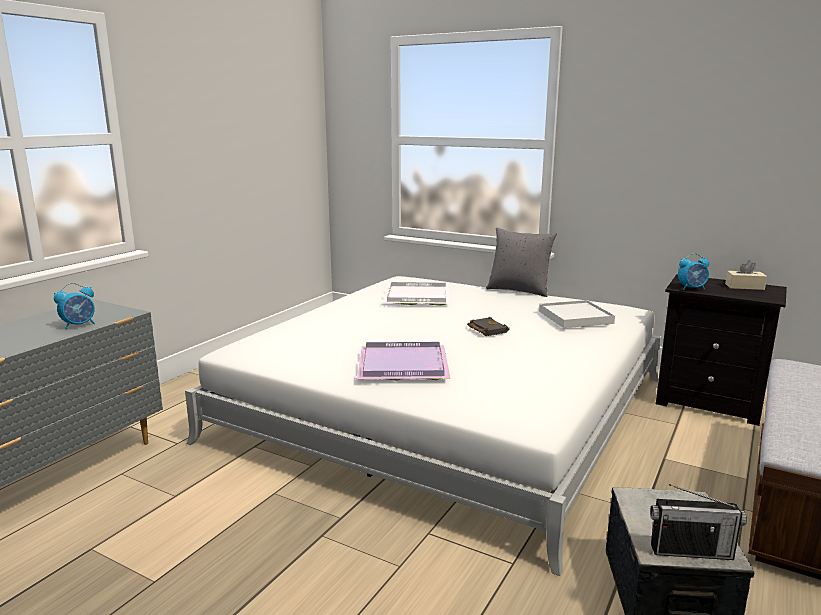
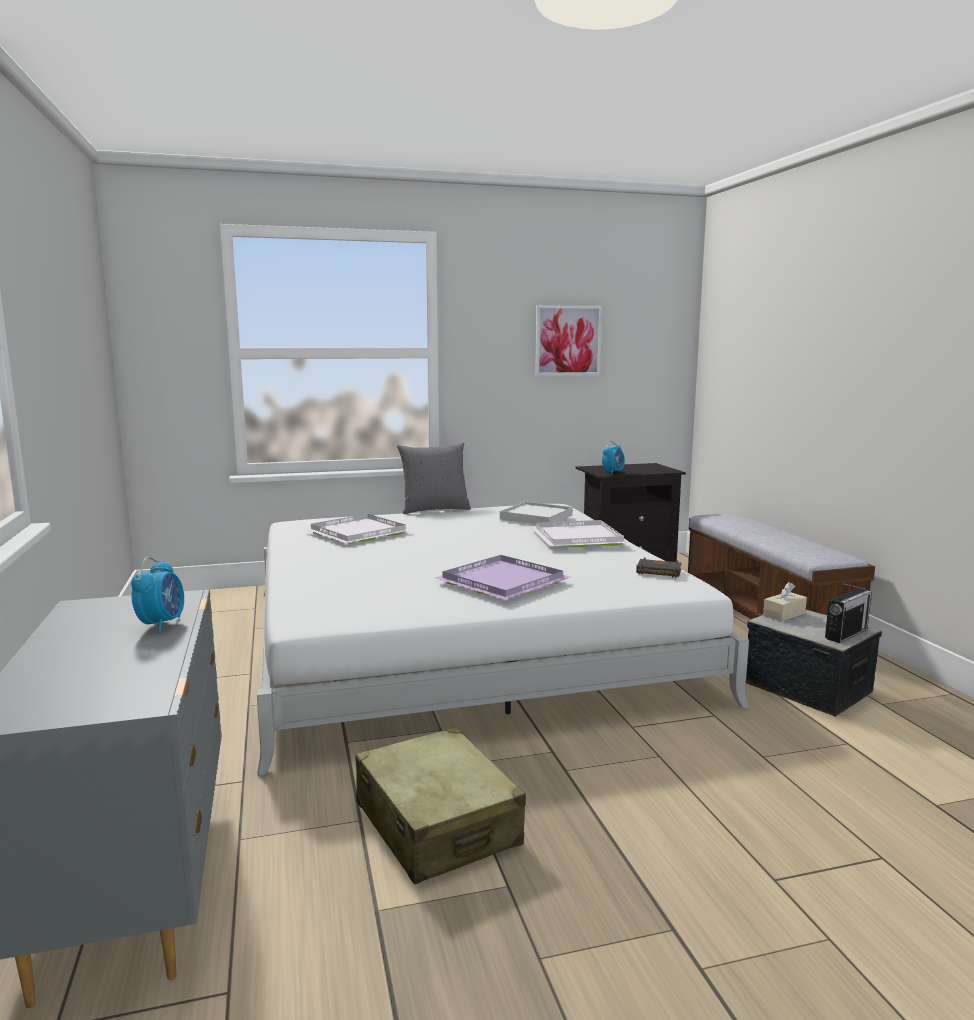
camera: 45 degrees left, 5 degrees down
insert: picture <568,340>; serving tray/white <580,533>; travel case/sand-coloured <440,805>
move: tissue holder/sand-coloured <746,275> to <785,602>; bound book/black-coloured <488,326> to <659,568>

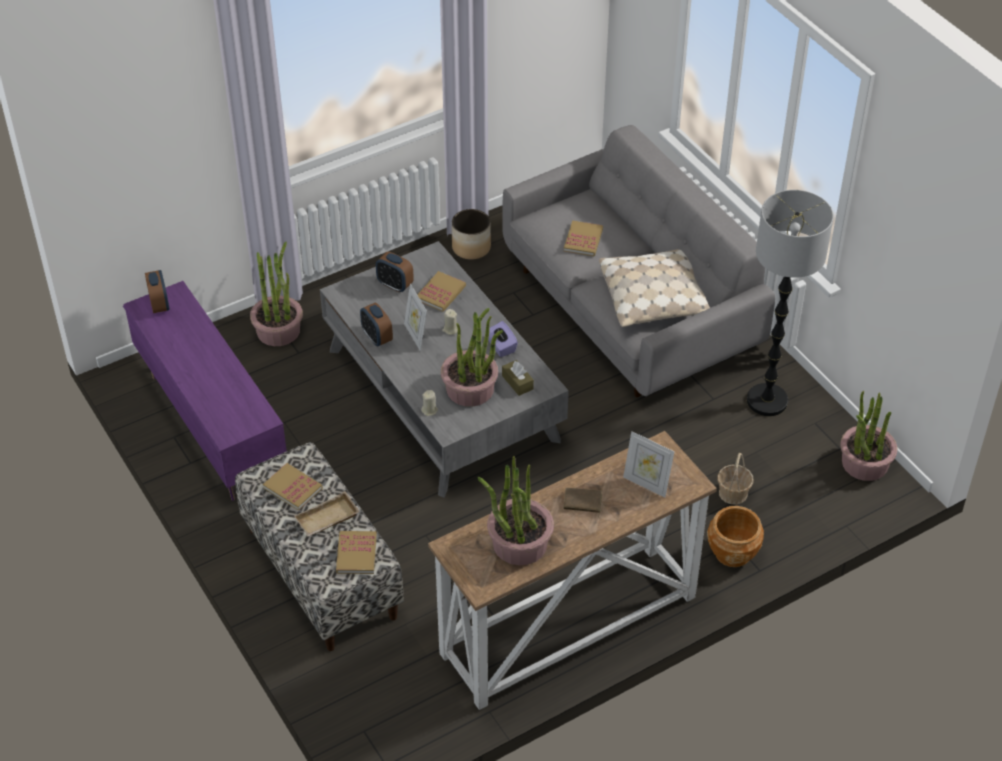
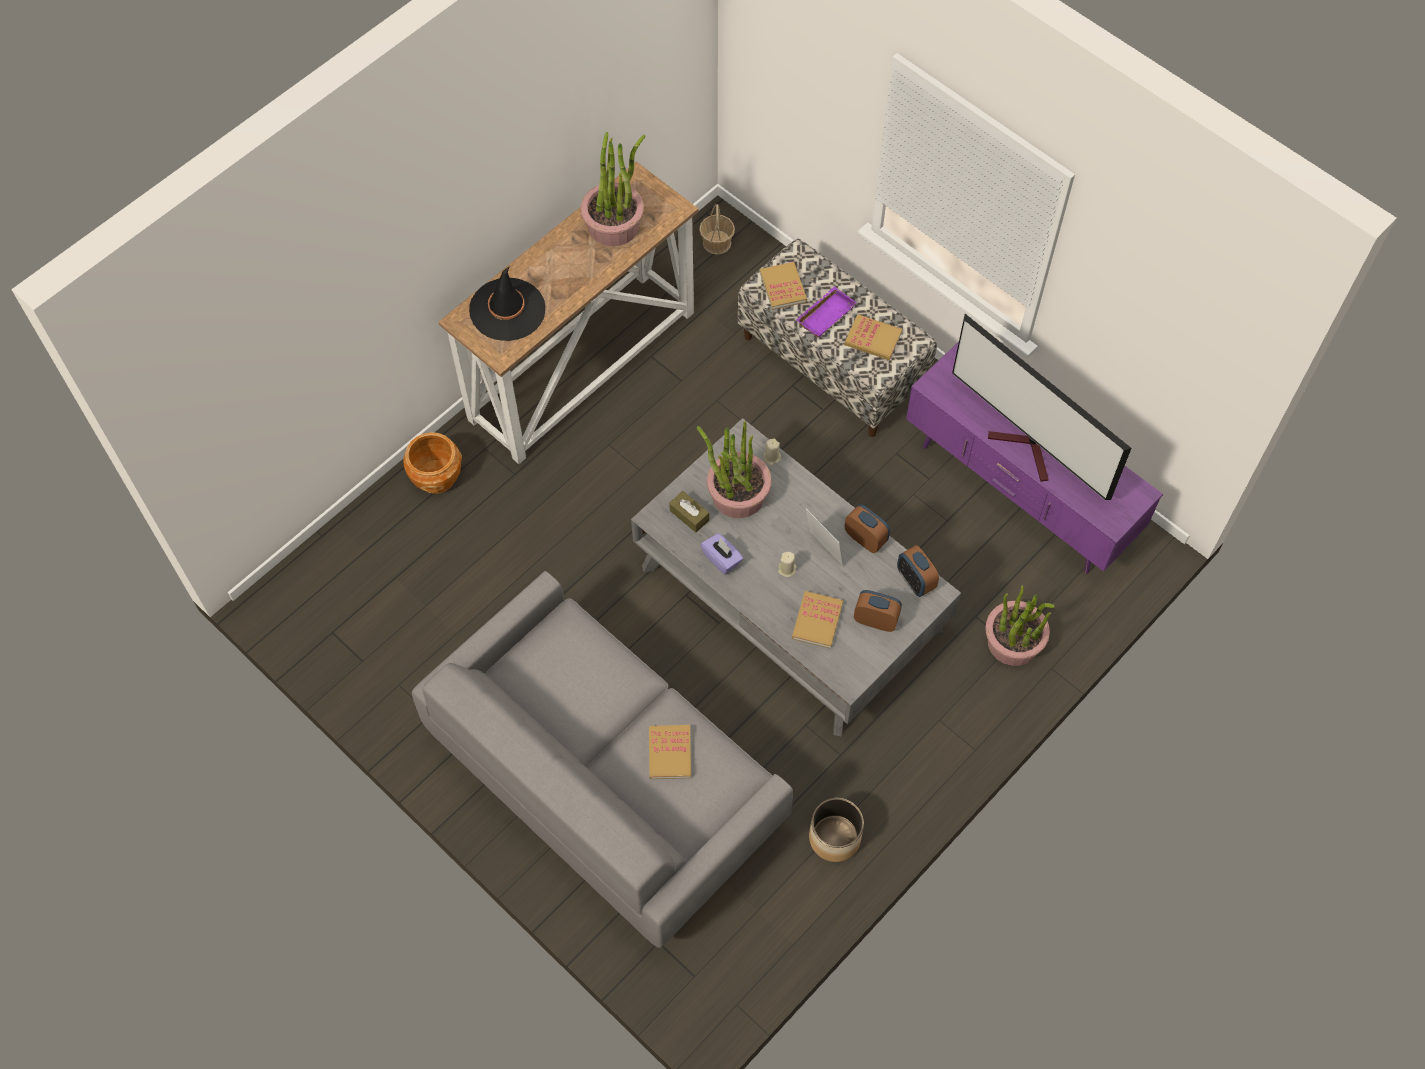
camera: 165 degrees right, 15 degrees up
delete: floor lamp <790,303>; throw pillow/sand-coloured <654,288>; plant in a pot <868,436>; bound book/brown-coloured <583,502>
insert: television <1041,407>
move: bedside clock <157,291> to <918,571>; storage basket <735,479> to <717,229>
replace: picture frame <648,464> to clothing hat/black-coloured <507,303>
recolor: serving tray/sand-coloured <327,514> to serving tray/purple <826,312>

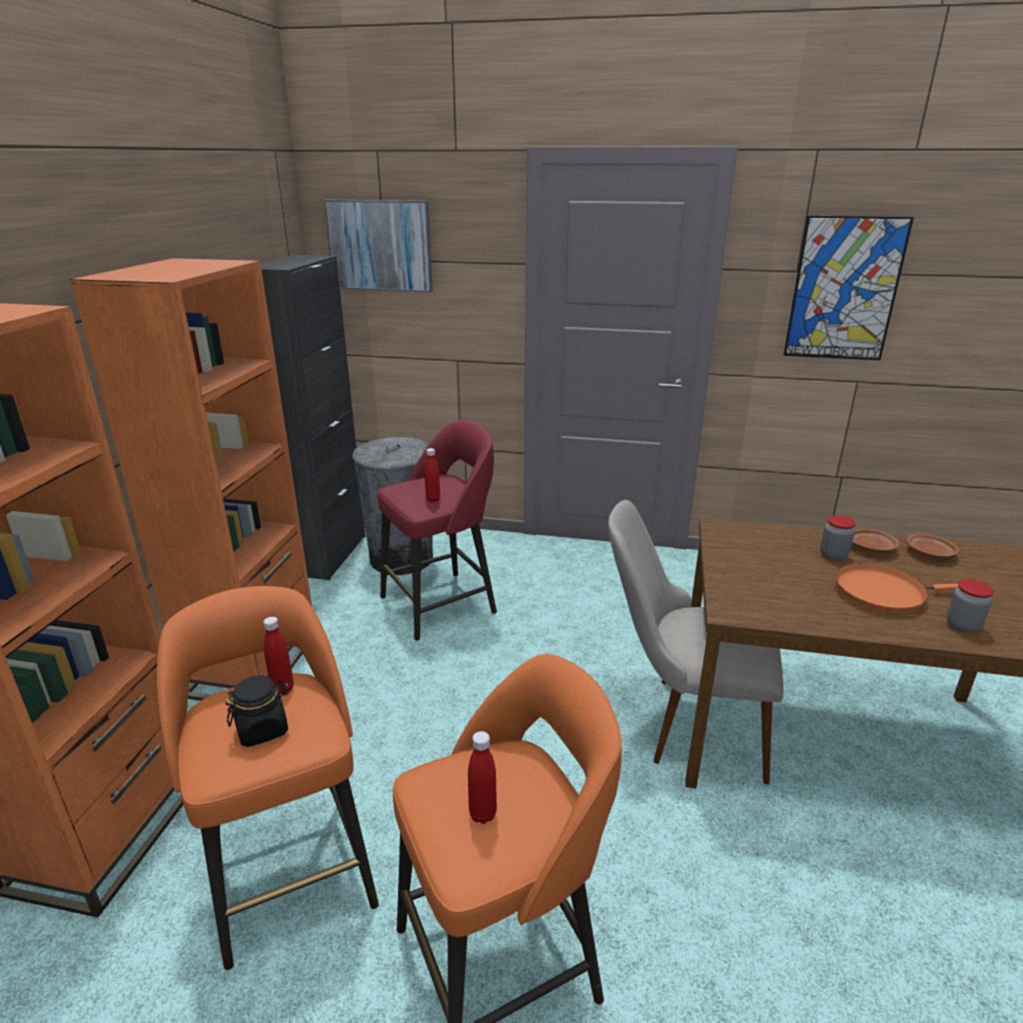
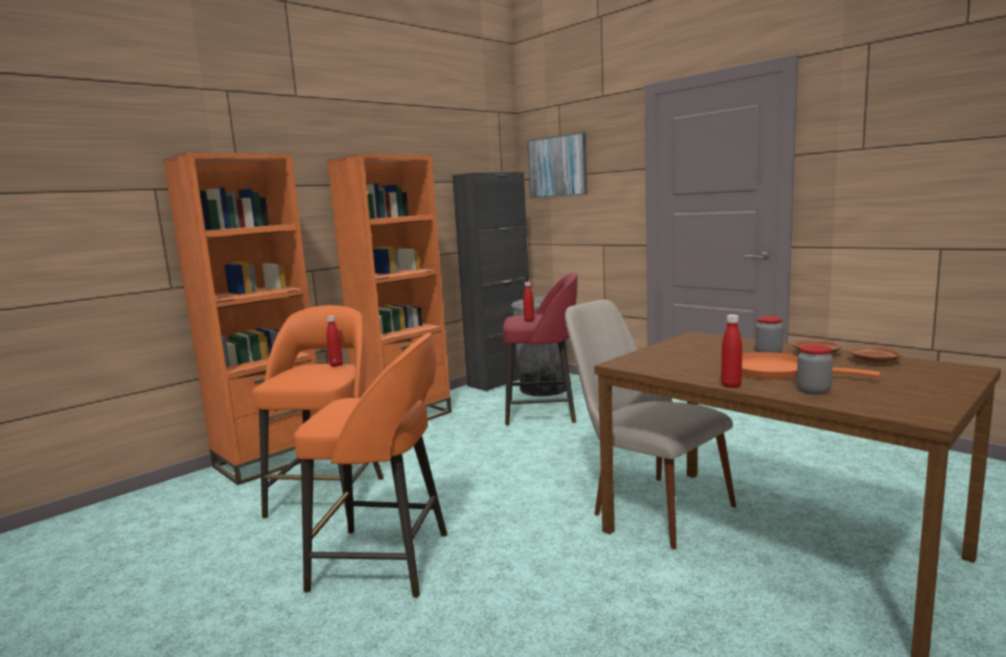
camera: 35 degrees right, 15 degrees down
delete: picture <849,288>; storage jar/black-coloured <257,711>
move: beverage bottle/reddish <482,777> to <731,351>

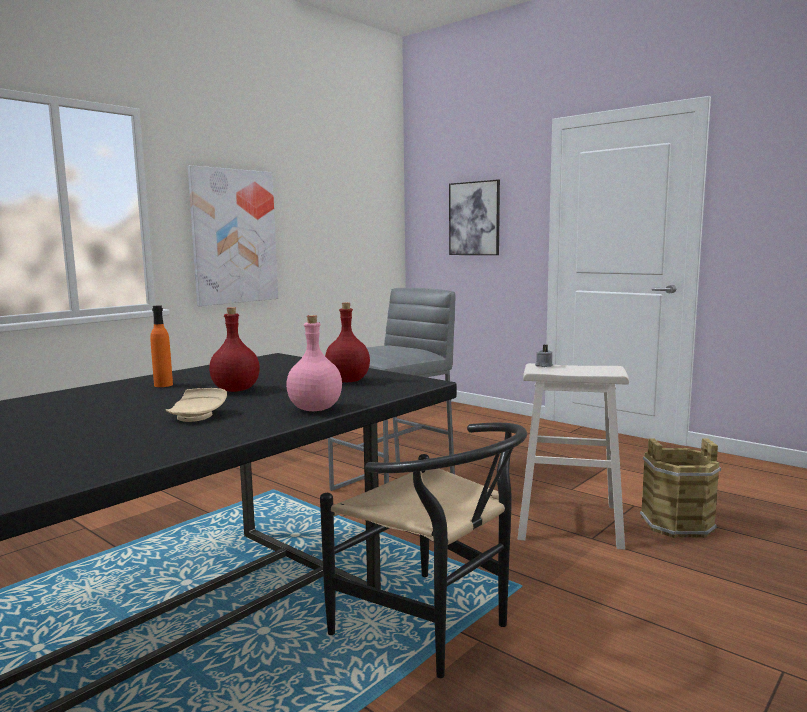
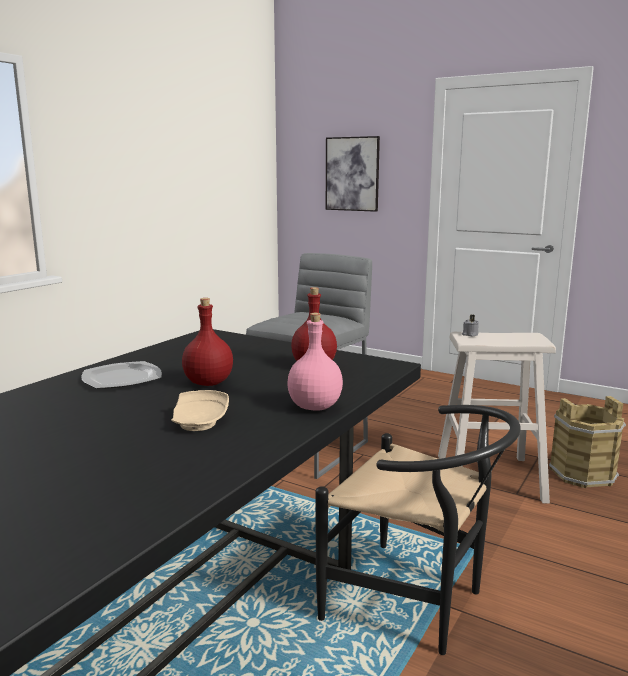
camera: 10 degrees left, 5 degrees up
delete: picture <233,235>
replace: beverage bottle/orange-coloured <161,346> to dinner plate <121,375>

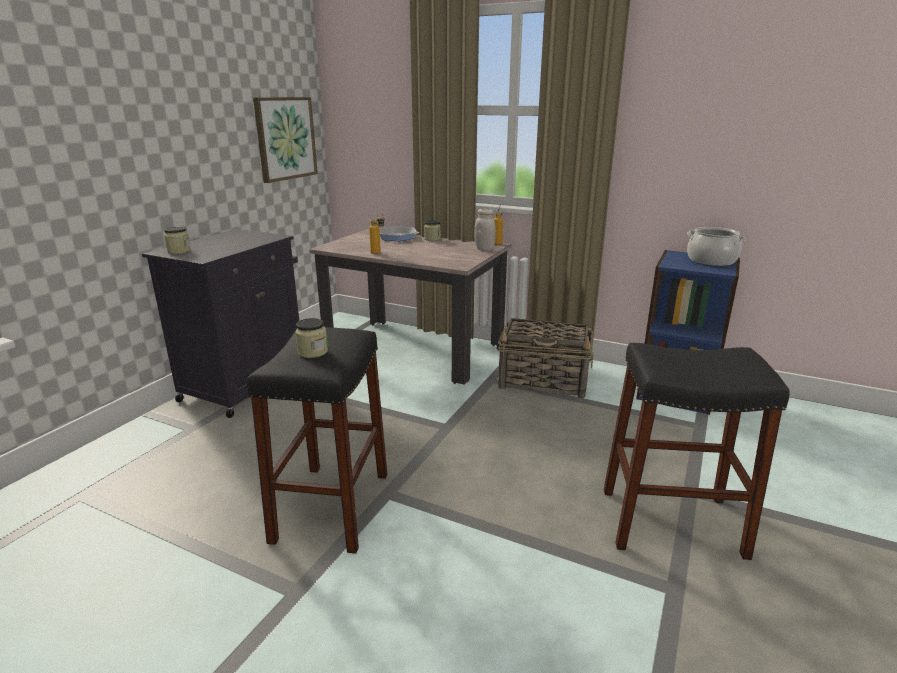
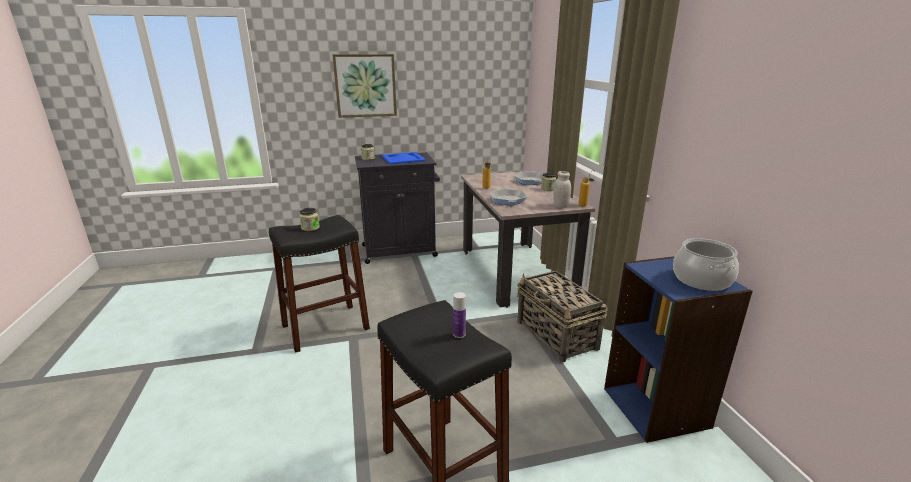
camera: 50 degrees right, 0 degrees up
insert: serving tray/bluish <404,158>; frying pan <508,196>; beverage bottle <459,315>
move: picture <285,140> to <364,86>

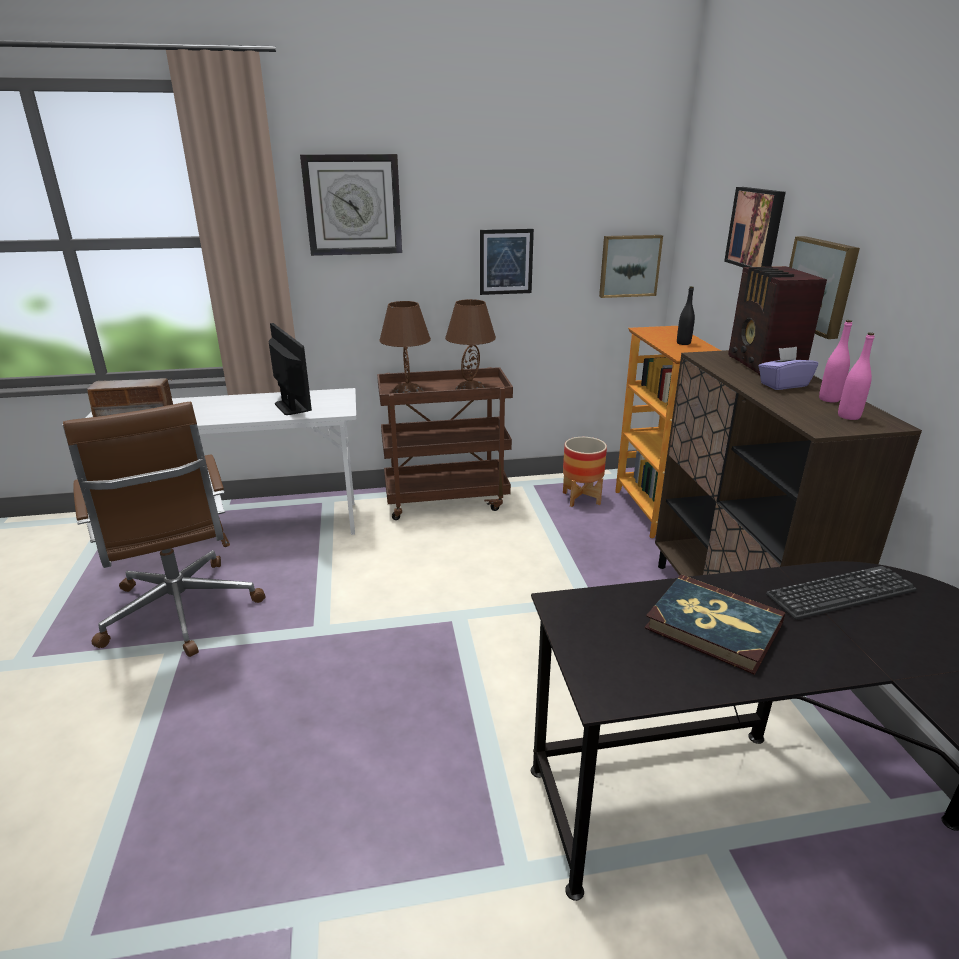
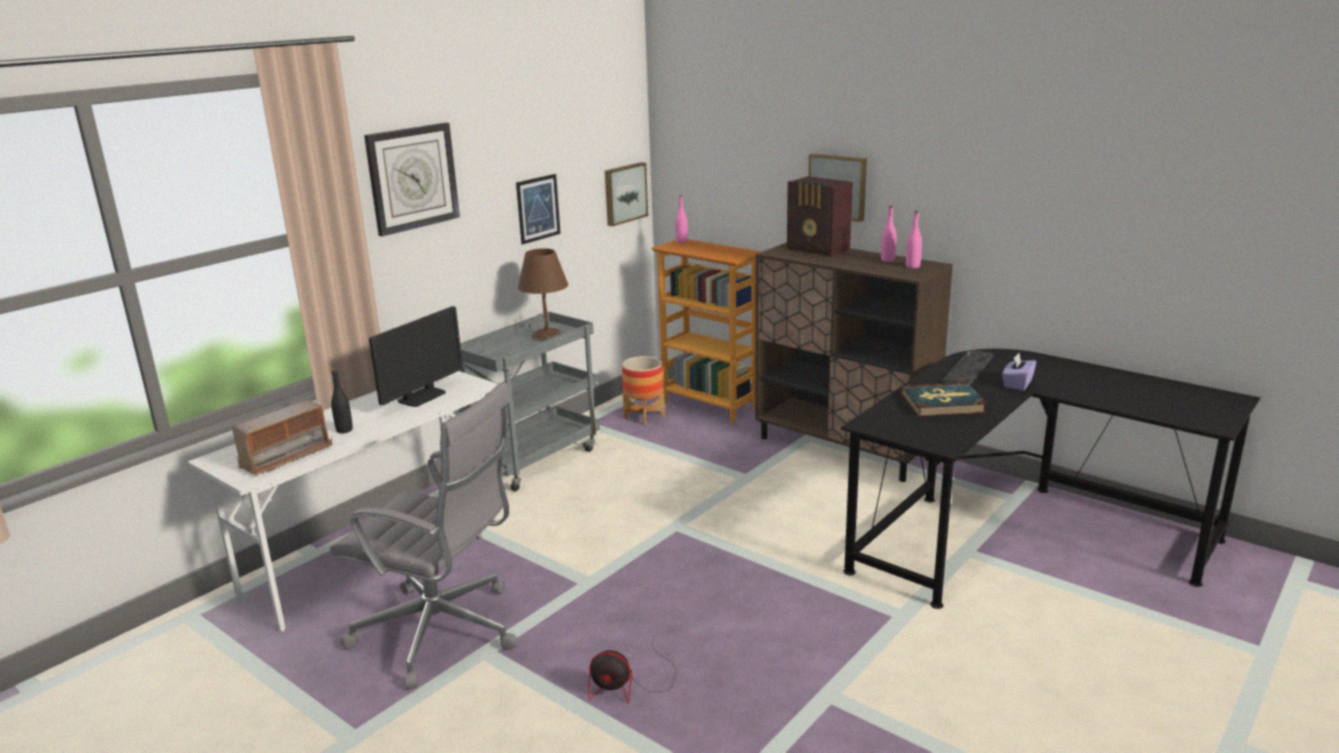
camera: 40 degrees left, 5 degrees down
delete: picture <755,227>; lamp for a table/brown-coloured <405,347>
insert: beverage bottle/pinkish <681,219>; fan <632,670>
move: beverage bottle/black-coloured <686,315> to <342,401>; tissue holder/purple <788,368> to <1019,372>
recolor: trolley/brown-coloured <445,443> to trolley/gray <529,401>; desk chair/brown-coloured <163,529> to desk chair/gray <423,535>
rotate: monitor <290,369> = <416,356> 105 degrees clockwise

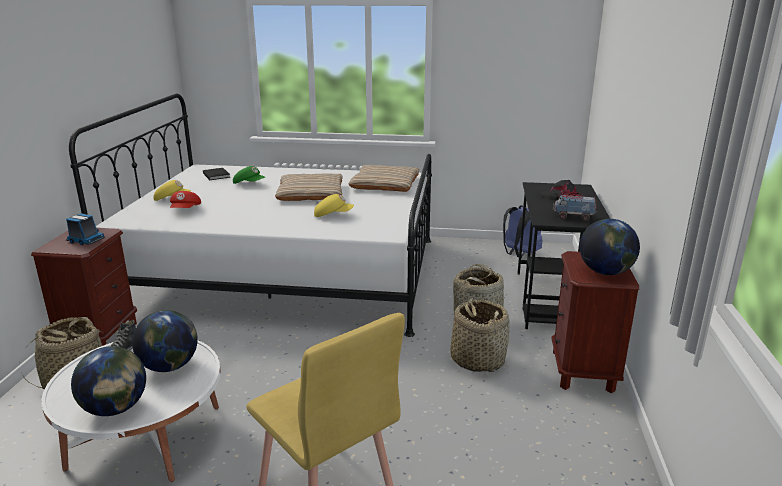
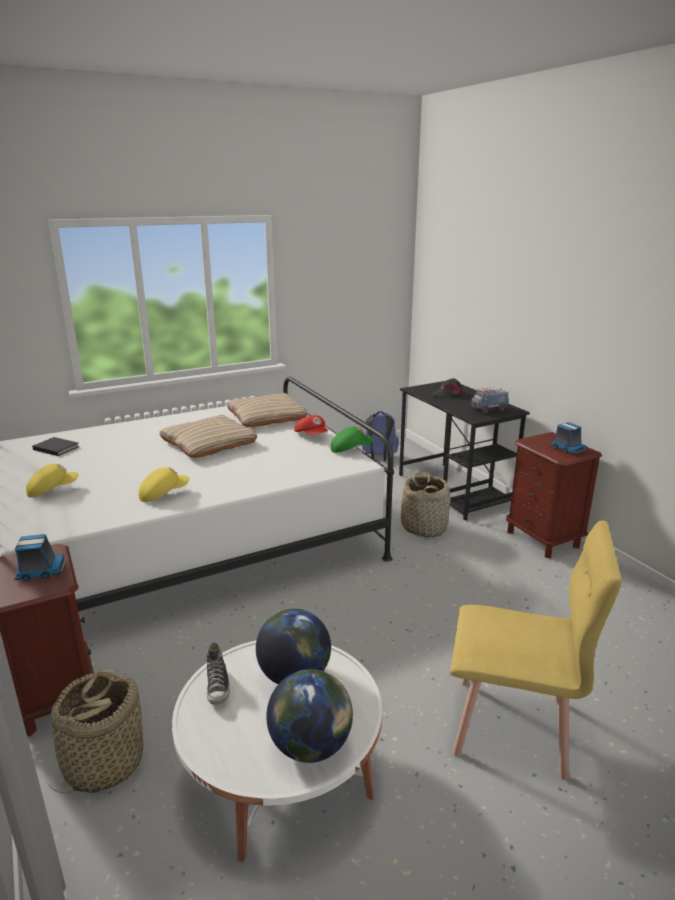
camera: 35 degrees left, 0 degrees up
delete: storage basket <480,335>
move: cap/greenish <249,175> to <352,439>; cap/reddish <185,199> to <311,425>; cap/yellow-coloured <334,205> to <164,484>
replace: globe <610,247> to toy truck <568,438>

